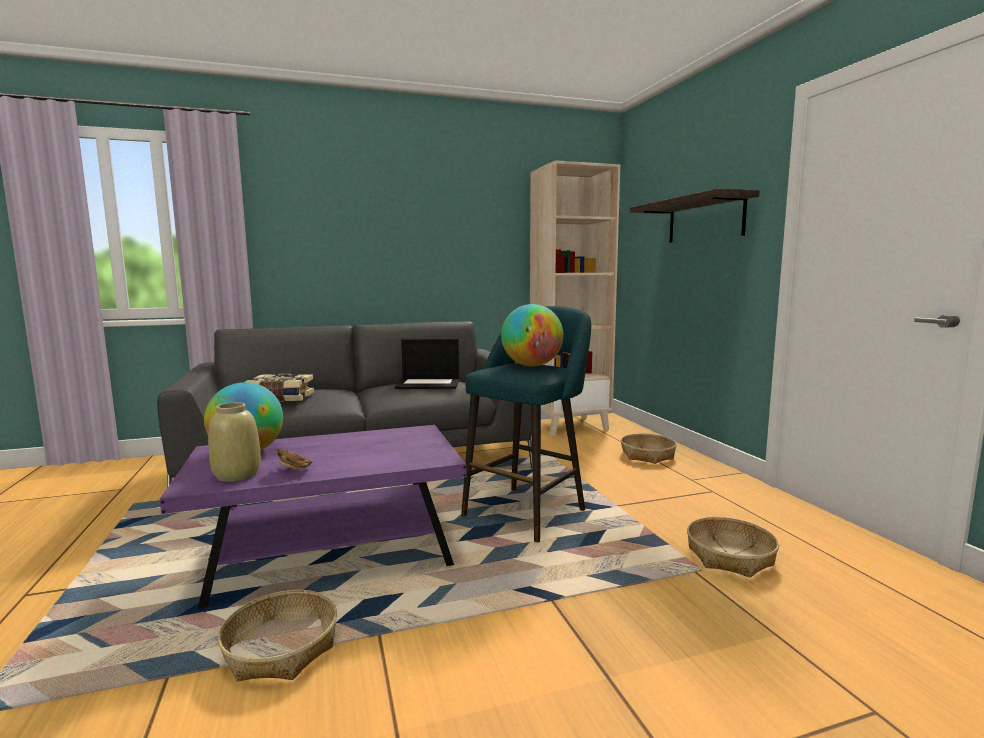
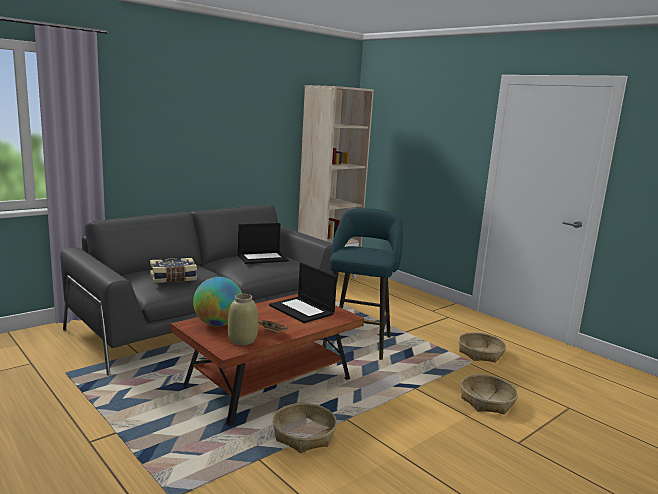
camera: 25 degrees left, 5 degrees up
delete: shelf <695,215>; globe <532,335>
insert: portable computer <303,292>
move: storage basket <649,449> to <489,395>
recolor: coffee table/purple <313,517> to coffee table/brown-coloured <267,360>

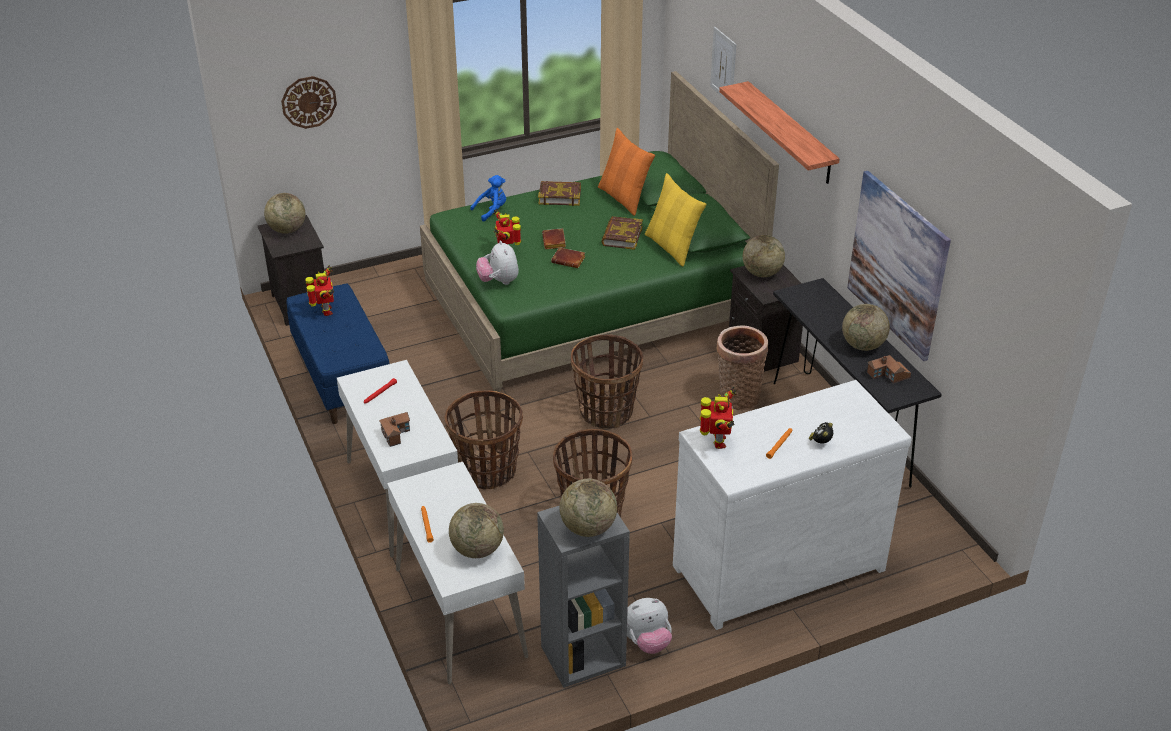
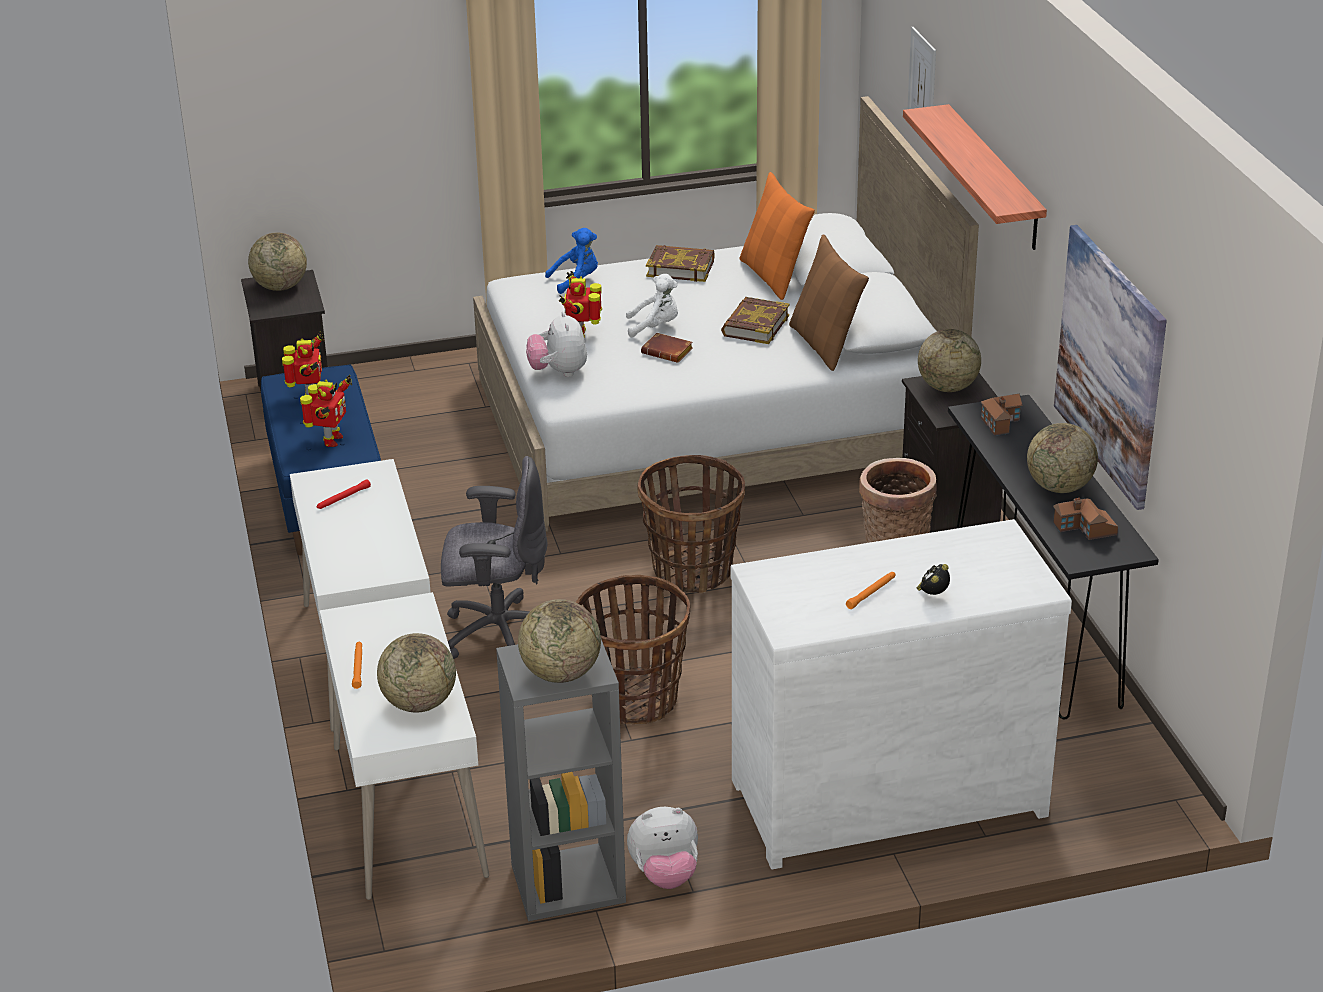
camera: 10 degrees right, 5 degrees down
delete: hanging clock <309,102>
move: toy robot <718,417> to <326,411>; model house <394,429> to <1002,414>
replace: bound book/brown-coloured <554,238> to cuddly toy/white <652,305>; storage basket <483,440> to desk chair/gray <494,557>
recolor: bedroom bed/greenish <599,231> to bedroom bed/white <726,314>; throw pillow/yellow-coloured <676,220> to throw pillow/brown-coloured <829,302>

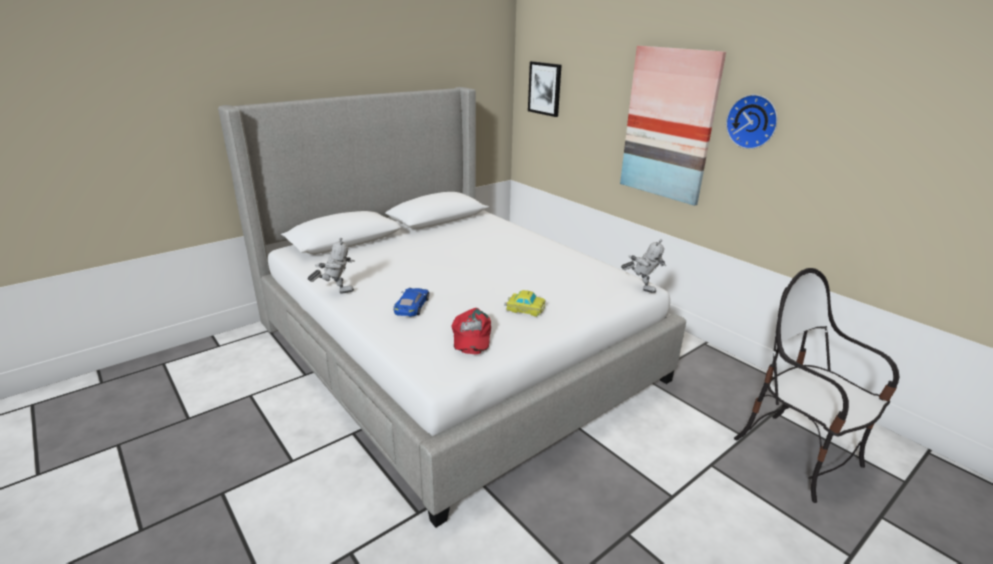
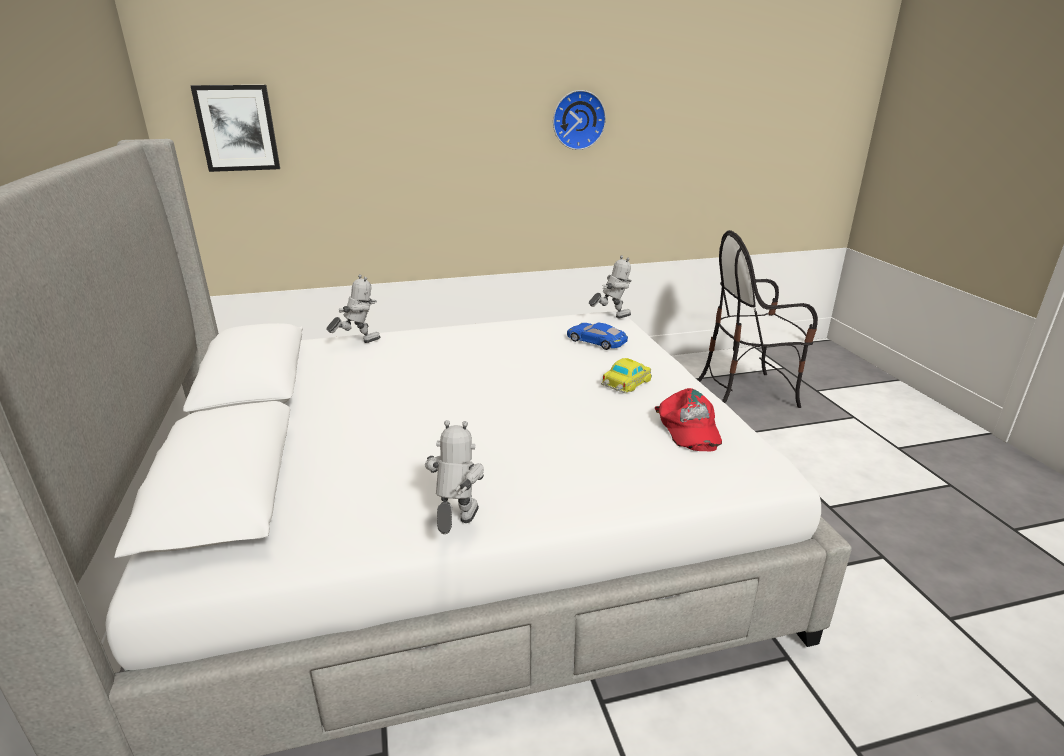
camera: 65 degrees left, 0 degrees up
delete: picture <673,126>
insert: toy robot <353,308>
move: model car/bluish <411,302> to <597,336>
rotate: cap/reddish <471,331> = <688,419> 60 degrees clockwise

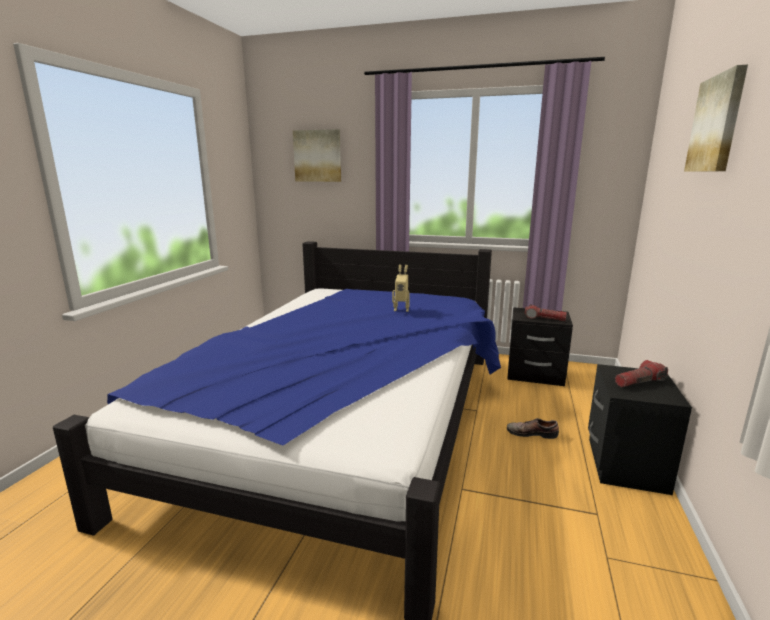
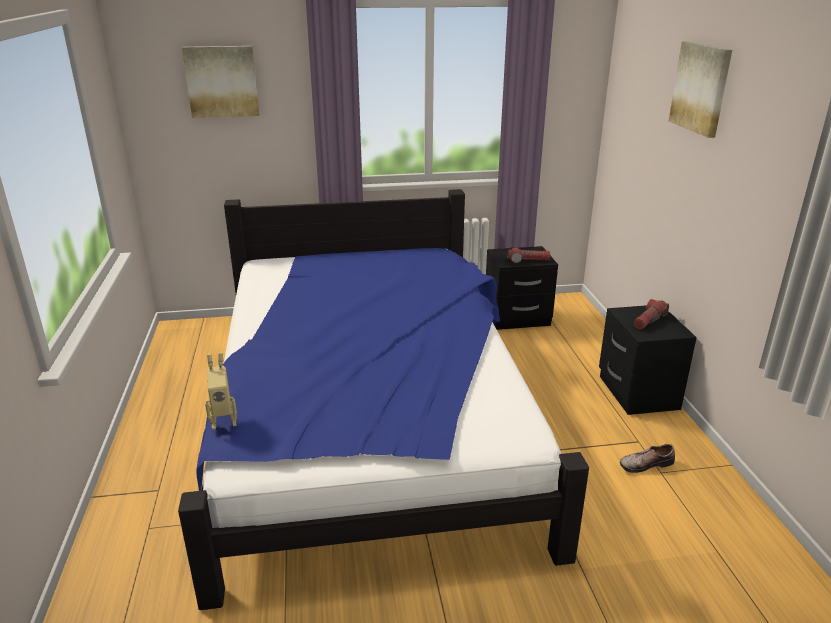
camera: 25 degrees left, 10 degrees up
move: toy robot <401,288> to <221,391>; shoe <533,428> to <647,458>

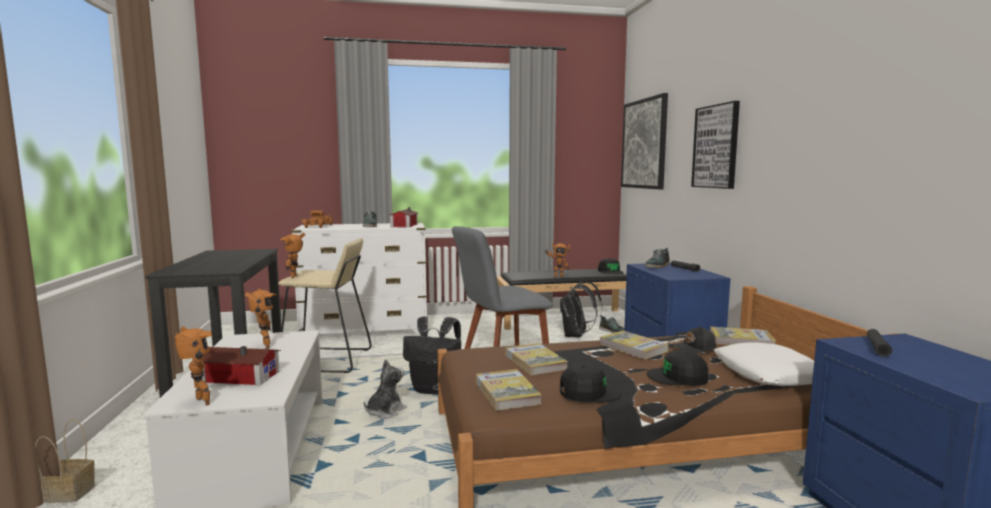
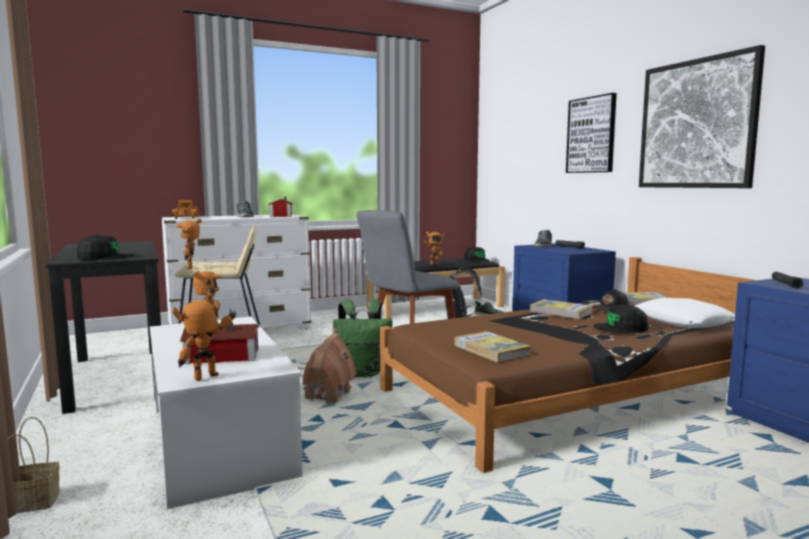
camera: 15 degrees left, 0 degrees up
delete: bound book <536,359>
move: picture <644,141> to <702,116>; cap/black-coloured <591,382> to <105,247>
replace: cuddly toy <385,389> to model house <329,365>
recolor: backpack/black-coloured <432,355> to backpack/greenish <363,338>
rotate: toy robot <193,366> = <205,340> 75 degrees counterclockwise

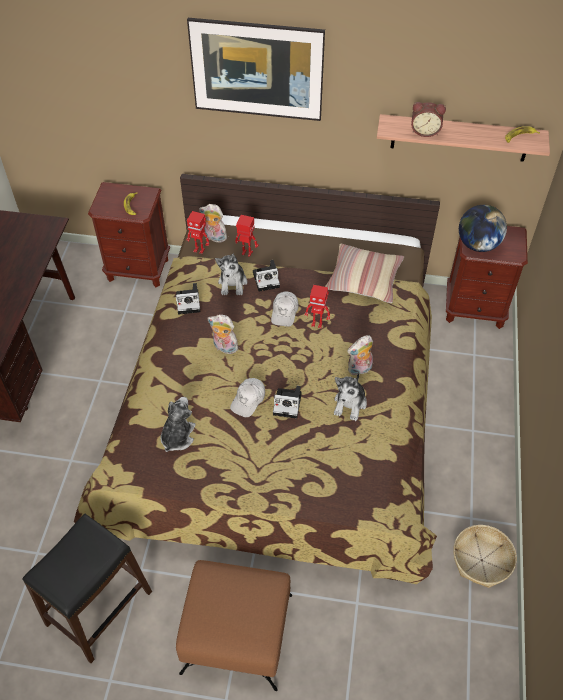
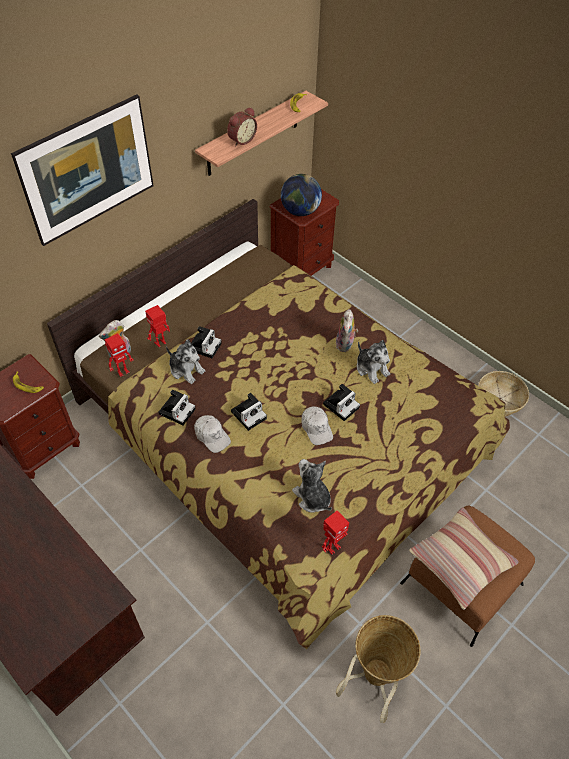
camera: 55 degrees left, 0 degrees up
move: throw pillow <364,273> to <463,558>; toy robot <317,307> to <335,532>; cap/white <284,309> to <212,434>
replace: cuddly toy <223,334> to still camera <249,412>; stool/black-coloured <87,588> to storage basket <378,669>

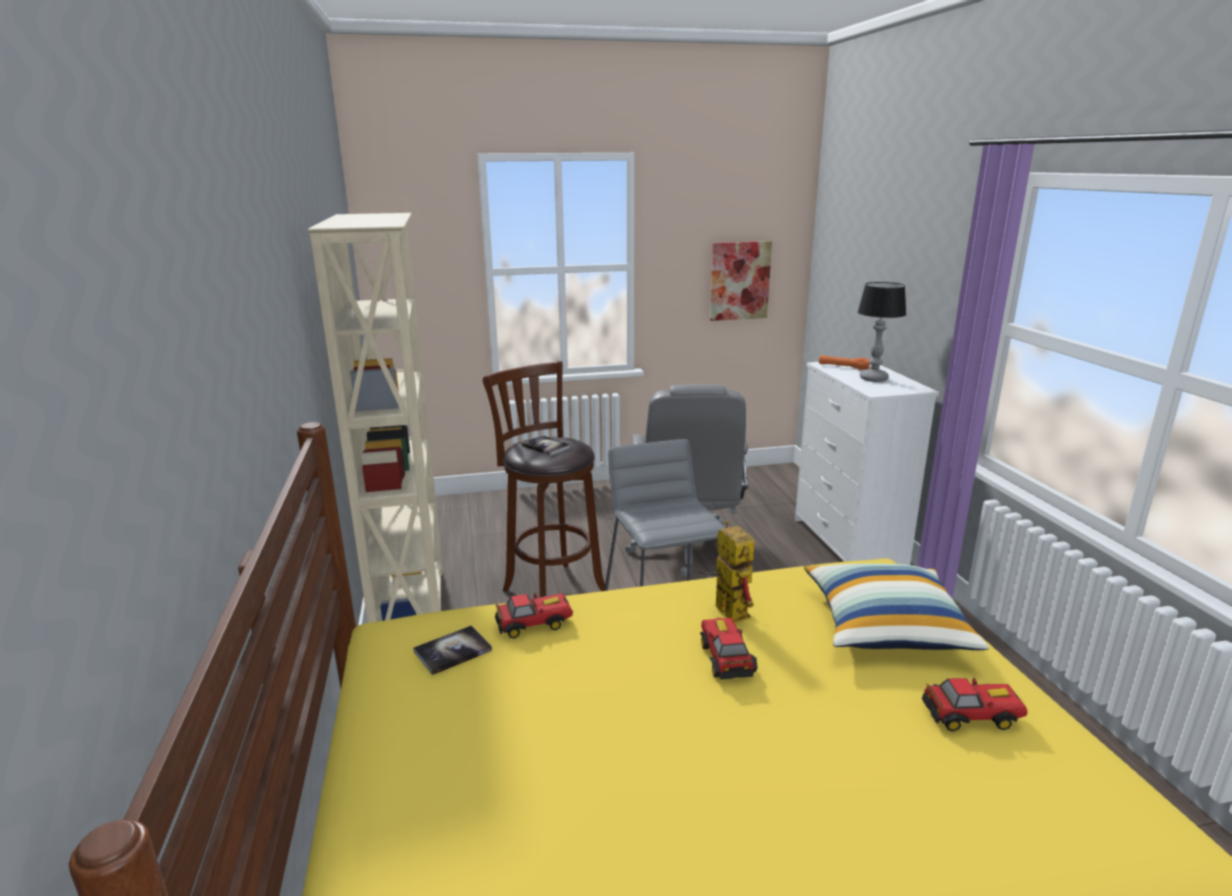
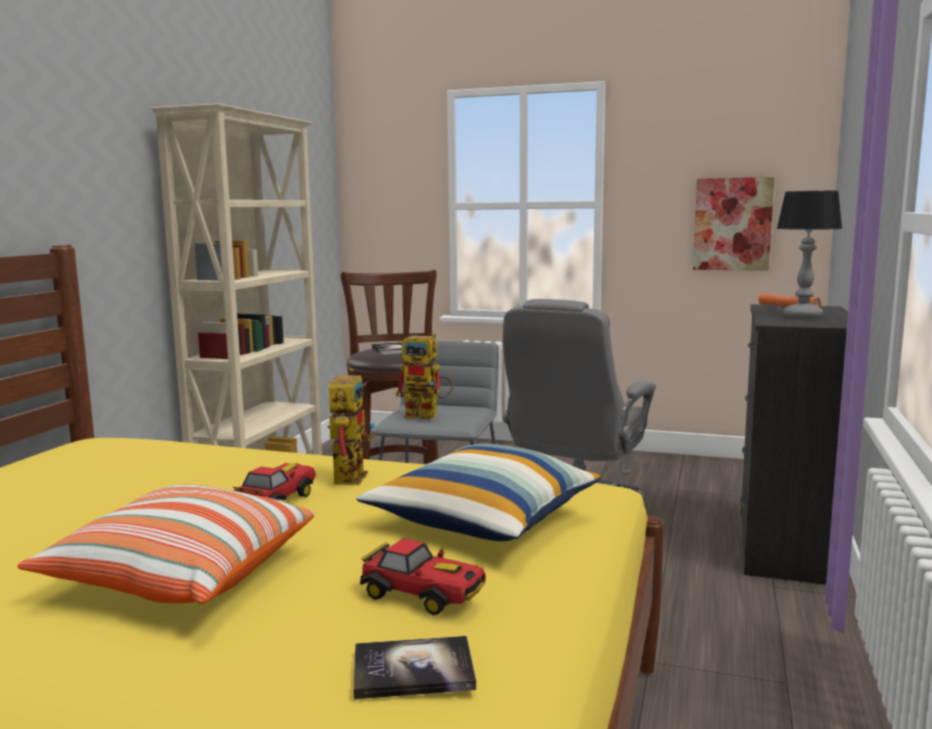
camera: 30 degrees right, 10 degrees down
delete: model car <534,616>
insert: toy robot <424,376>; throw pillow <166,544>
move: bound book <452,650> to <414,667>
recolor: chest of drawers/white <867,463> to chest of drawers/black-coloured <793,444>

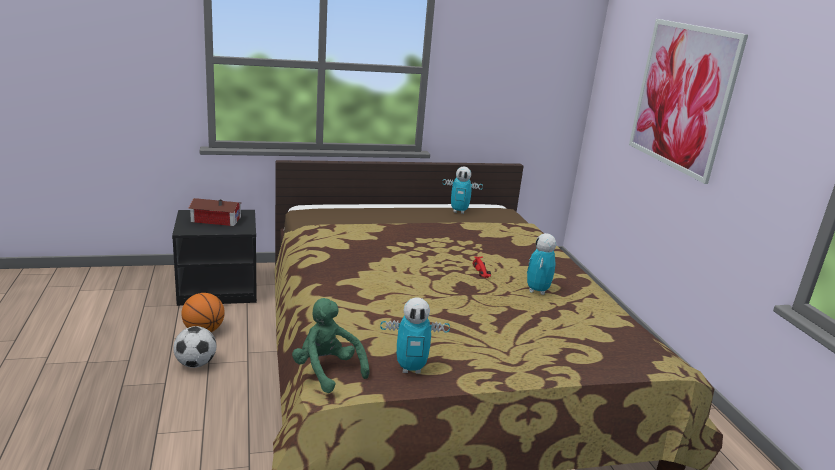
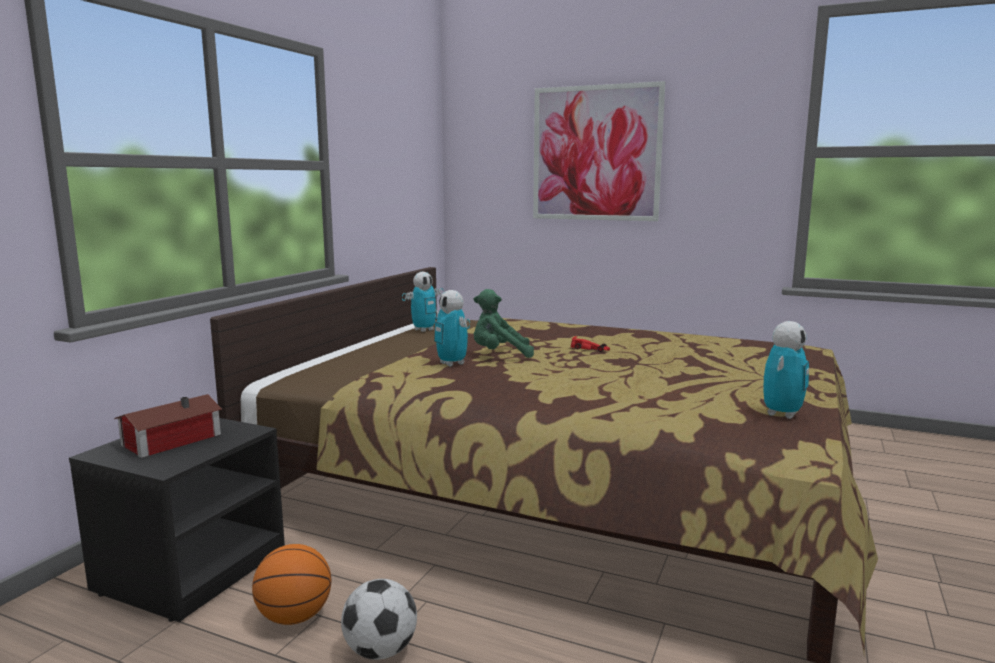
camera: 50 degrees left, 10 degrees down
move: toy robot <541,264> to <452,328>; cuddly toy/greenish <331,345> to <504,323>

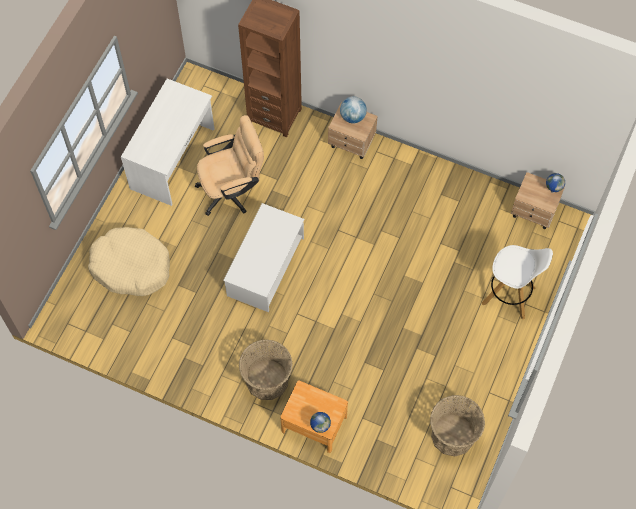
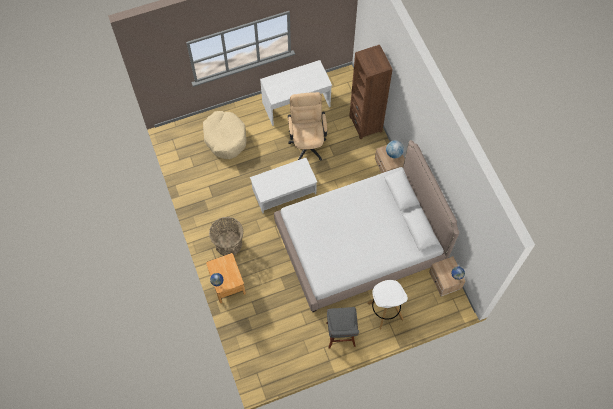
camera: 45 degrees right, 0 degrees up
delete: storage basket <457,425>
insert: bedroom bed <366,226>; stool/gray <343,327>
rotate: desk chair/sand-coloured <229,165> = <307,126> 120 degrees counterclockwise

